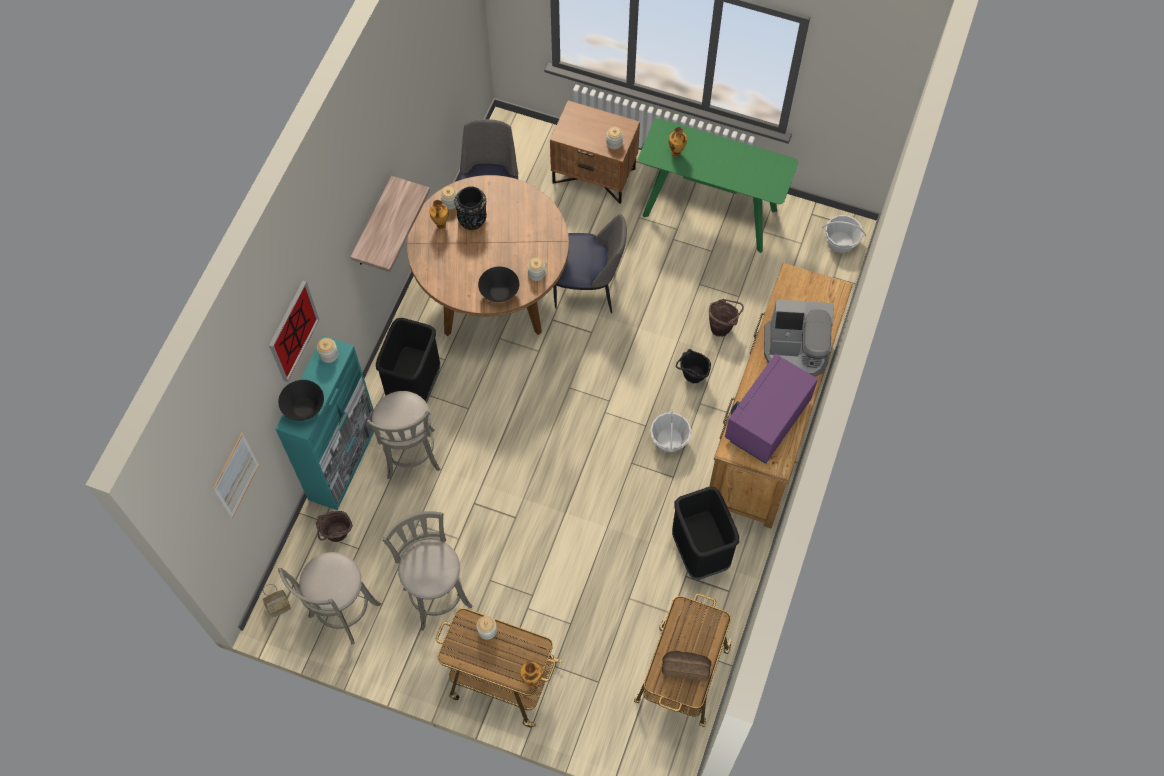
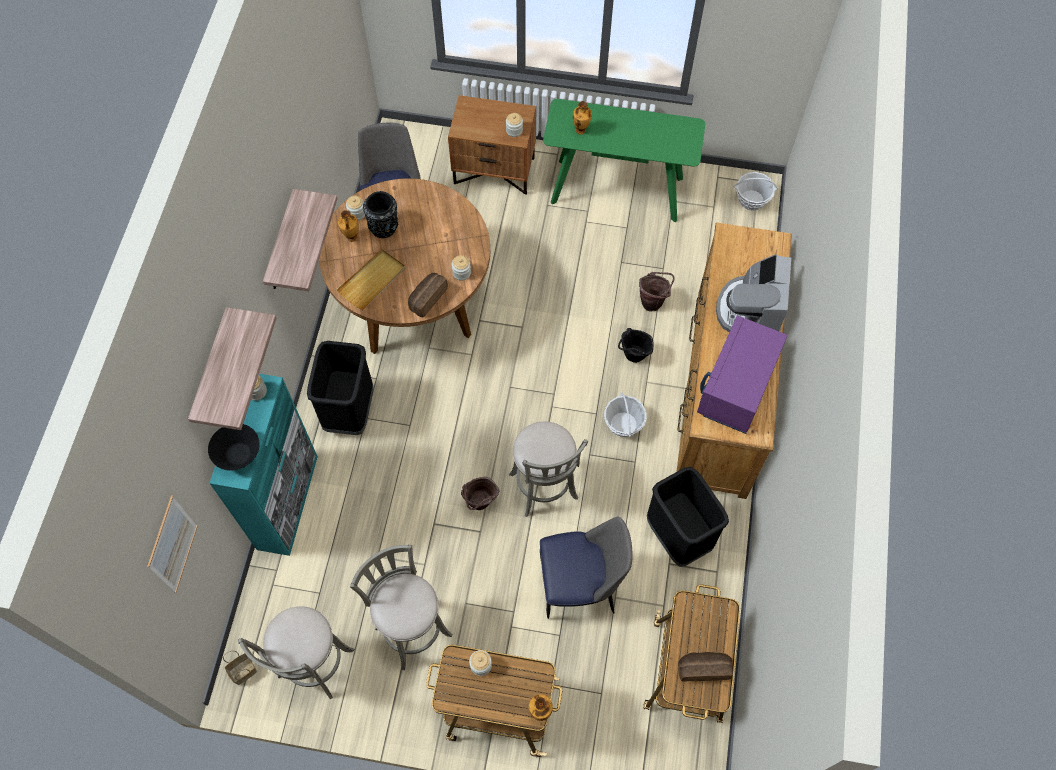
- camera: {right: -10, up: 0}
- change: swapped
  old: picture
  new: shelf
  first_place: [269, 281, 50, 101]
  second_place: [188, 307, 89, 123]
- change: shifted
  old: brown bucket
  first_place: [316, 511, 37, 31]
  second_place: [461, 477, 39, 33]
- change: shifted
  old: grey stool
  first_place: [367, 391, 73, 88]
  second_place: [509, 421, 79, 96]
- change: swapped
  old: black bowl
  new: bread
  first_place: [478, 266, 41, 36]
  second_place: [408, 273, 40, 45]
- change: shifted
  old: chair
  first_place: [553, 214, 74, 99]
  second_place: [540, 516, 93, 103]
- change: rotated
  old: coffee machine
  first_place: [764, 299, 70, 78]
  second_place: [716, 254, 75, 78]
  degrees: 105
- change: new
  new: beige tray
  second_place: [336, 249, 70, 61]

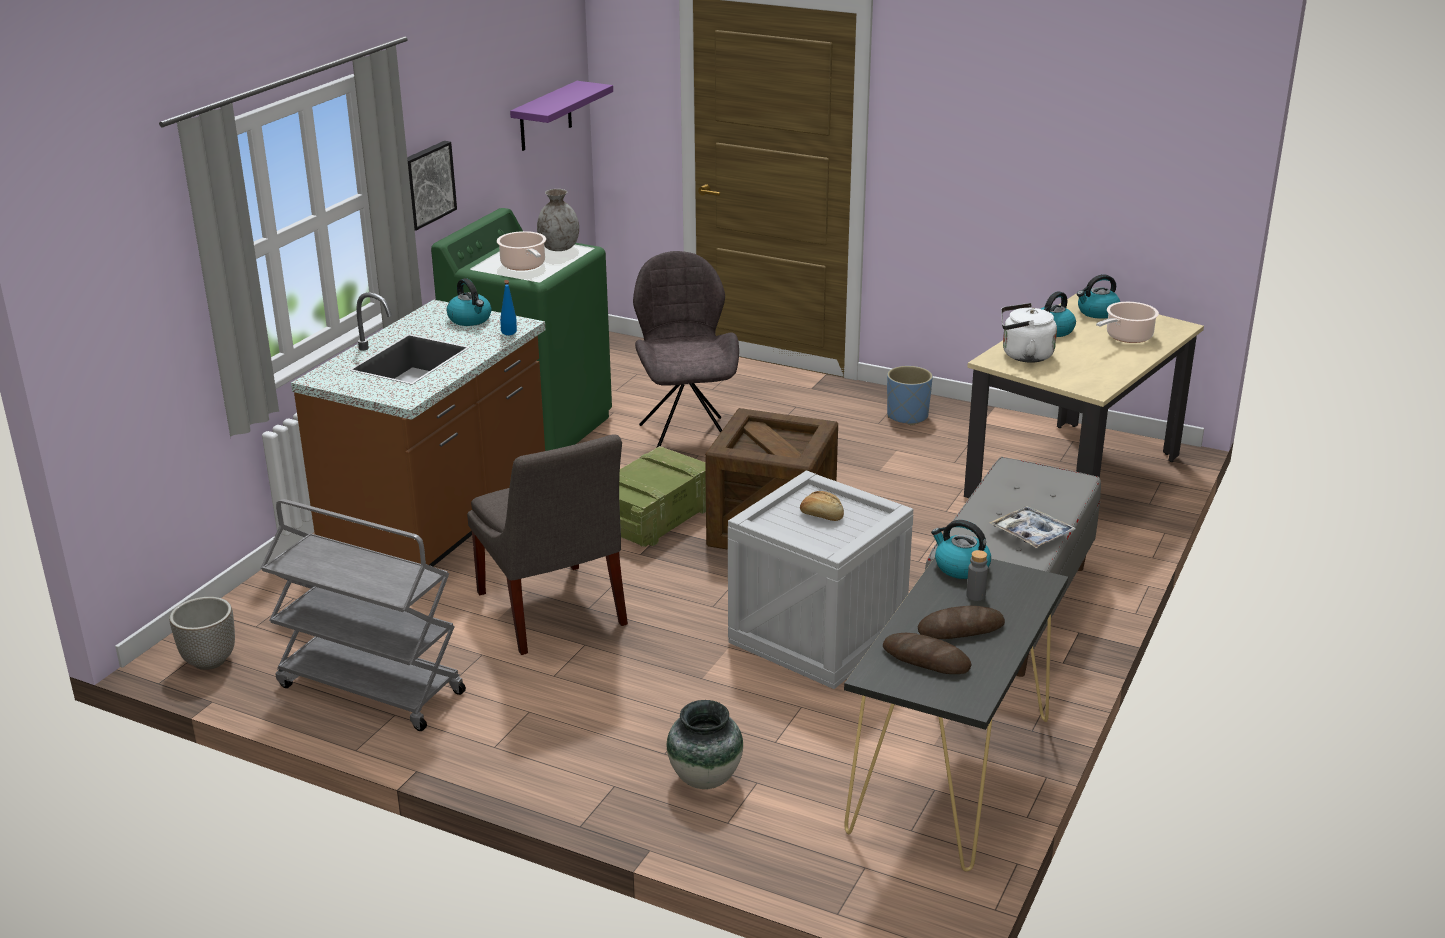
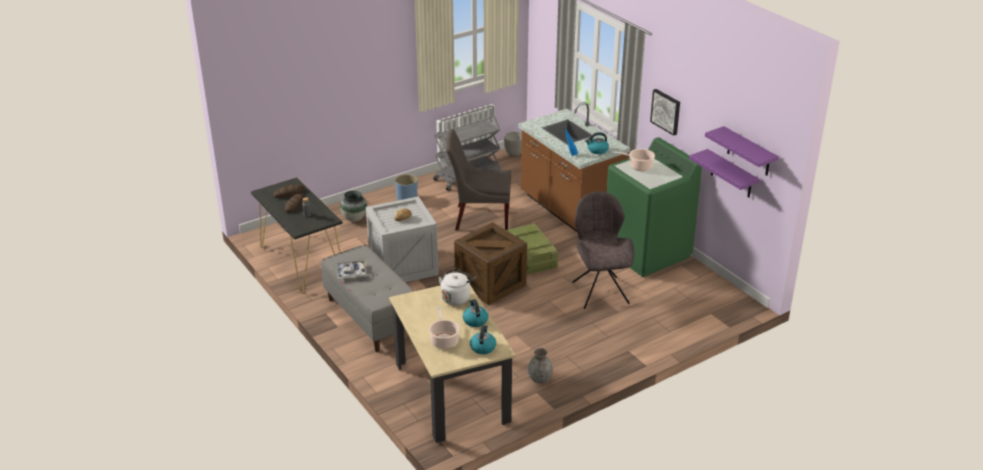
- camera: {right: 120, up: 5}
- change: shifted
  old: grey vase
  first_place: [537, 189, 42, 62]
  second_place: [528, 348, 25, 35]
- change: rotated
  old: grey chair
  first_place: [633, 251, 106, 196]
  second_place: [572, 192, 62, 117]
  degrees: -120
- change: shifted
  old: blue planter
  first_place: [887, 366, 46, 59]
  second_place: [395, 174, 22, 27]
- change: gone
  old: kettle
  first_place: [931, 520, 60, 59]
- change: new
  new: purple shelf
  second_place: [689, 149, 71, 49]

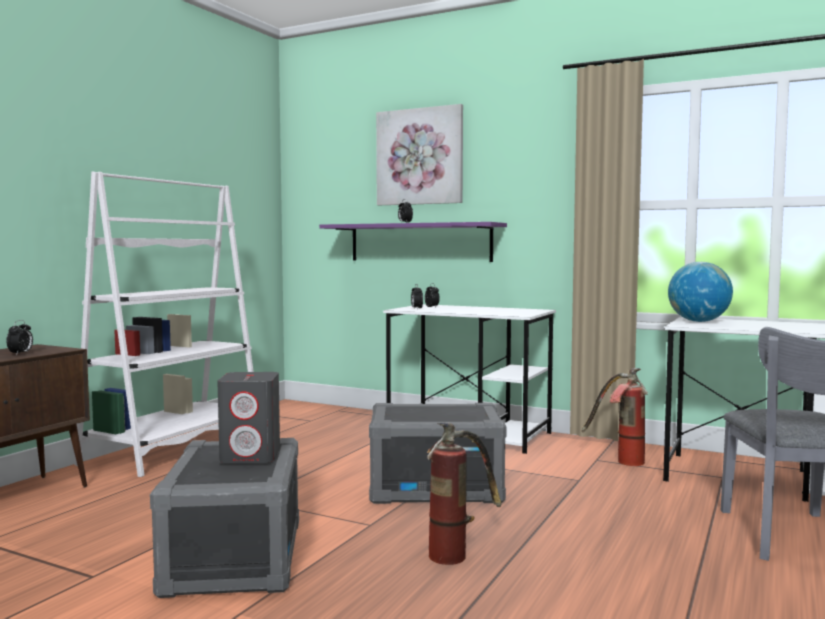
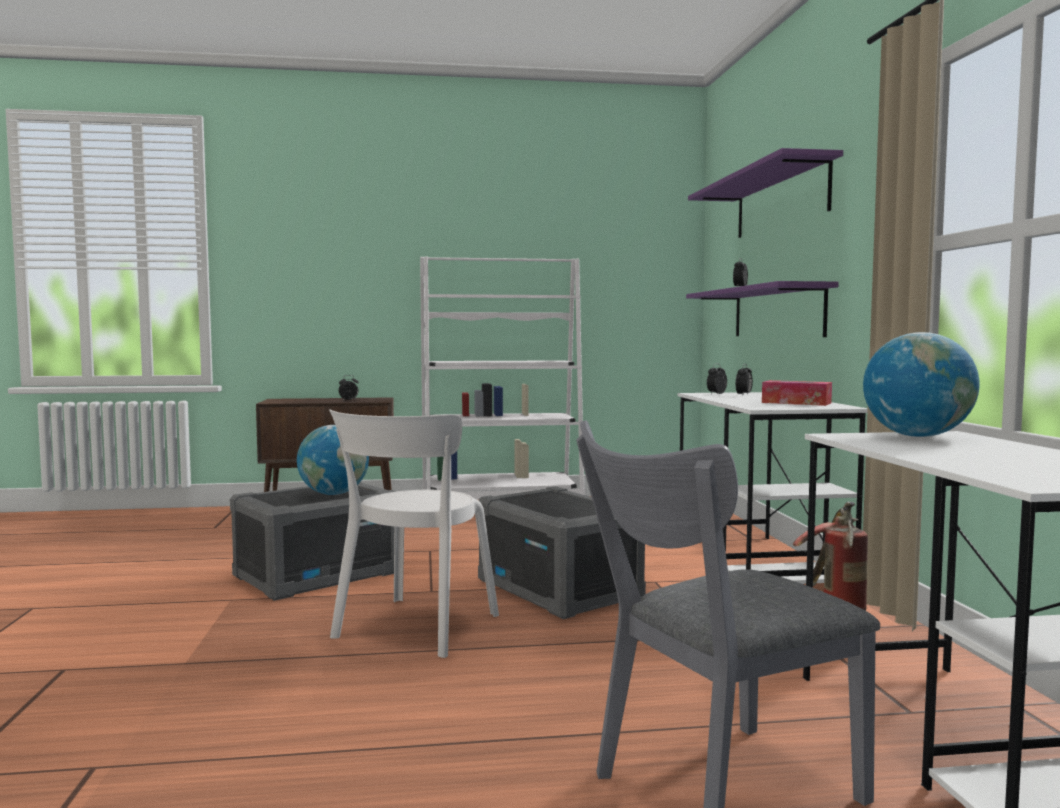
- camera: {right: 55, up: 0}
- change: swapped
  old: grey speaker
  new: globe
  first_place: [217, 372, 63, 91]
  second_place: [297, 425, 72, 70]
- change: swapped
  old: picture
  new: purple shelf
  first_place: [376, 104, 87, 101]
  second_place: [688, 148, 155, 90]
- change: swapped
  old: fire extinguisher
  new: white chair
  first_place: [427, 422, 75, 143]
  second_place: [329, 409, 170, 249]
- change: new
  new: tissue box
  second_place: [762, 380, 70, 26]

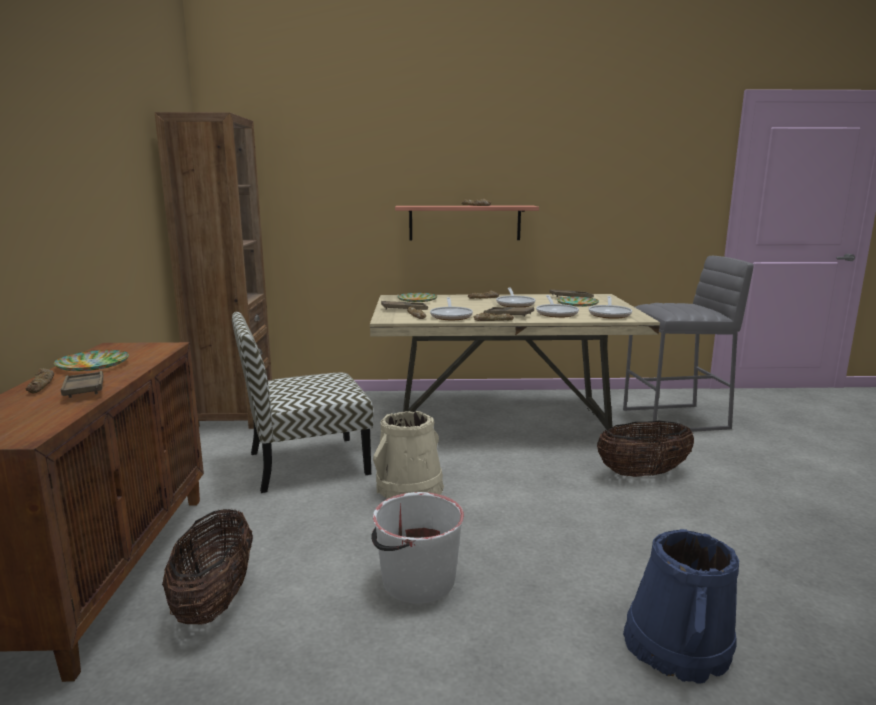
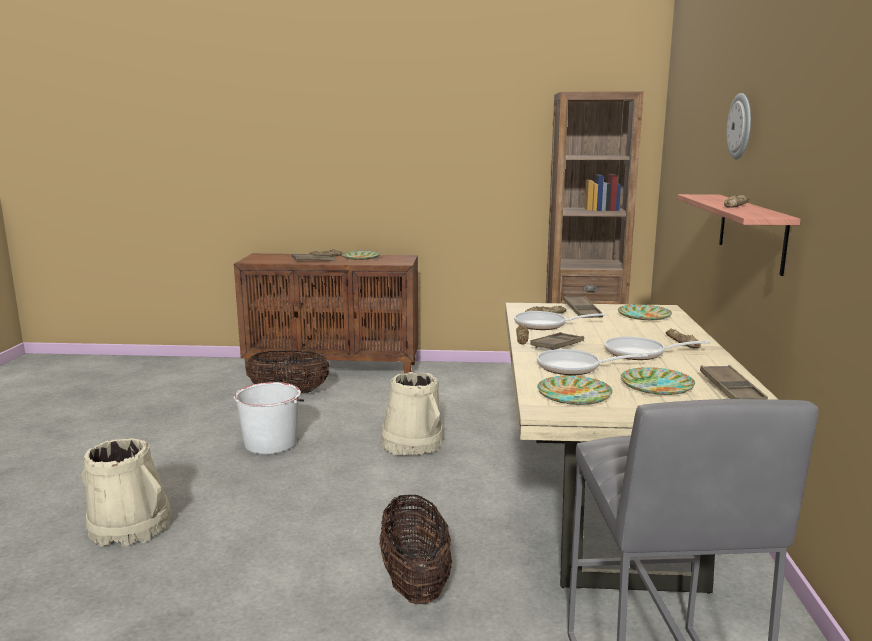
- camera: {right: 95, up: 0}
- change: gone
  old: chair
  first_place: [232, 312, 141, 181]
- change: swapped
  old: frying pan
  new: plate
  first_place: [589, 296, 43, 23]
  second_place: [537, 376, 76, 29]
- change: repainted
  old: blue bucket
  new: beige bucket
  first_place: [623, 529, 116, 155]
  second_place: [81, 438, 90, 109]
- change: new
  new: wall clock
  second_place: [727, 93, 24, 66]

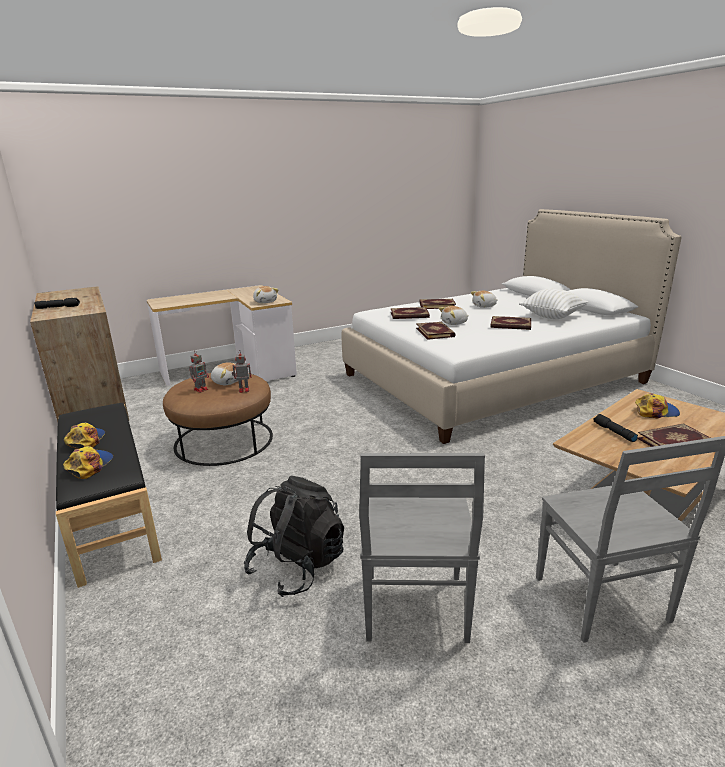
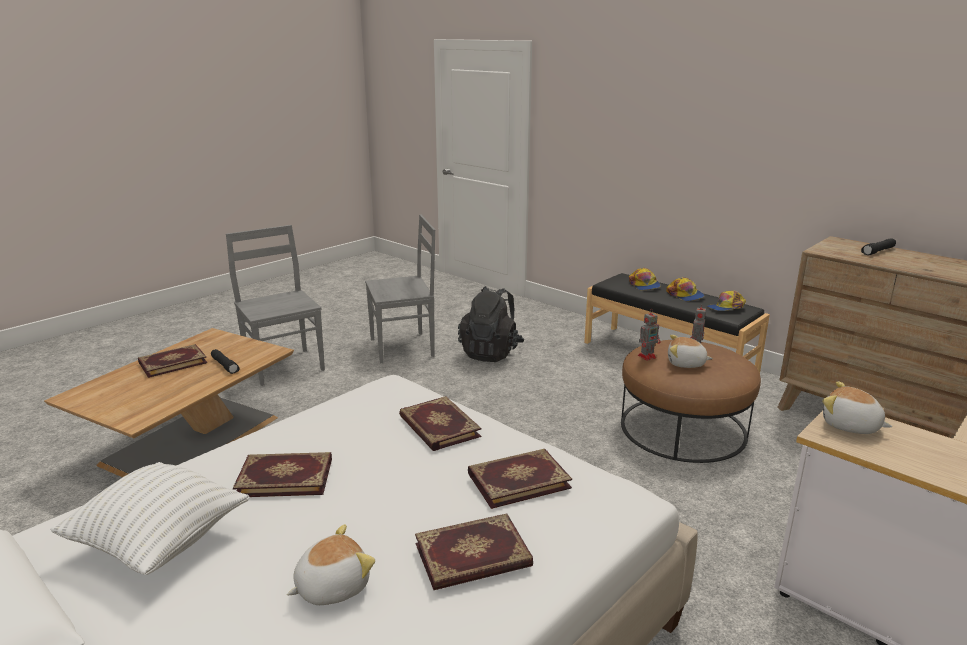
- camera: {right: 160, up: 0}
- change: rotated
  old: grey chair
  first_place: [359, 453, 126, 190]
  second_place: [365, 214, 70, 149]
  degrees: 90
- change: gone
  old: plush toy
  first_place: [439, 306, 29, 19]
- change: shifted
  old: cap
  first_place: [635, 393, 45, 25]
  second_place: [706, 291, 40, 20]

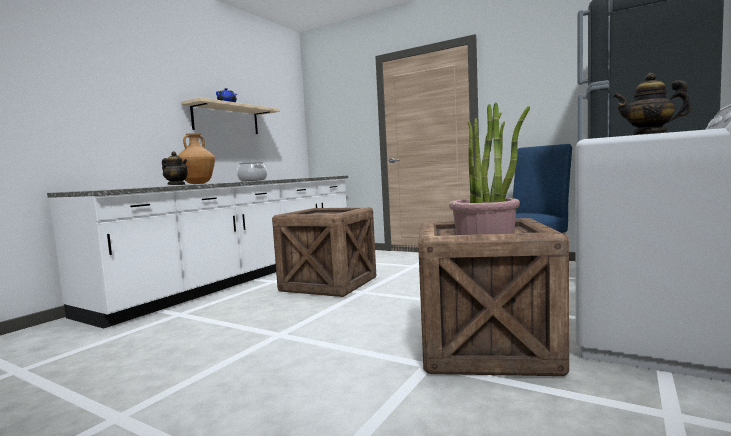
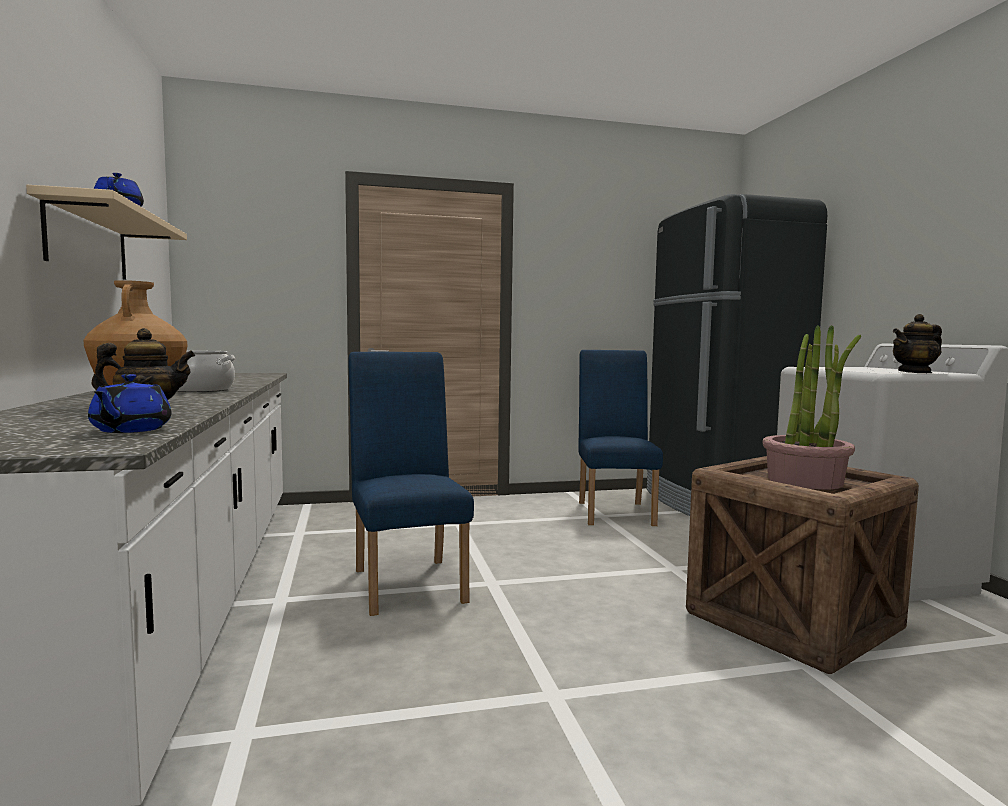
- camera: {right: -45, up: 0}
- change: swapped
  old: crate
  new: blue chair
  first_place: [272, 207, 104, 90]
  second_place: [348, 352, 126, 264]
- change: new
  new: blue teapot
  second_place: [88, 374, 83, 59]

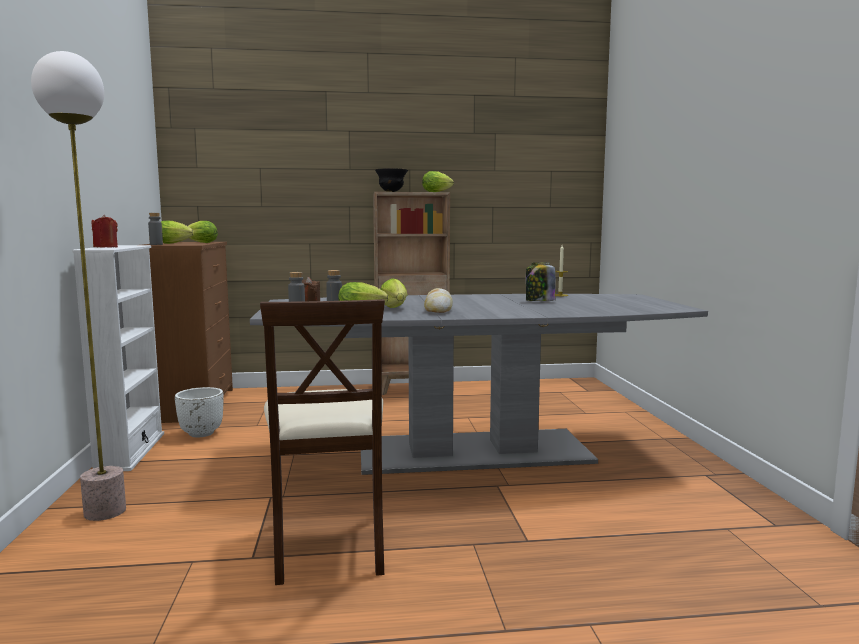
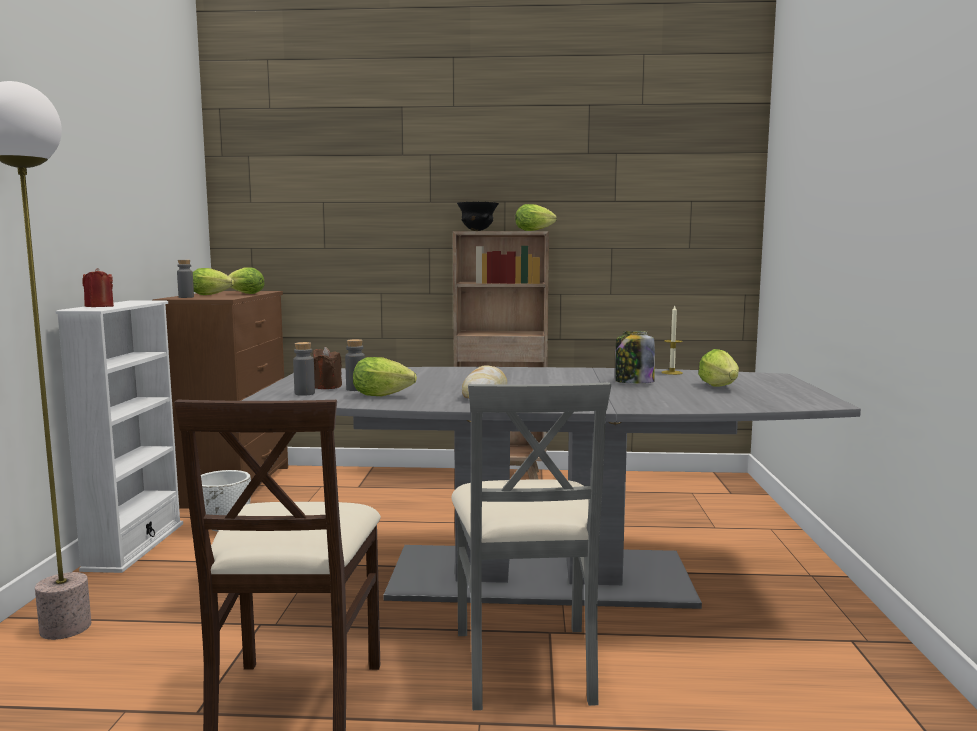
- camera: {right: 10, up: 0}
- change: shifted
  old: lettuce
  first_place: [380, 278, 27, 30]
  second_place: [698, 349, 41, 38]
- change: new
  new: grey chair
  second_place: [451, 382, 160, 328]

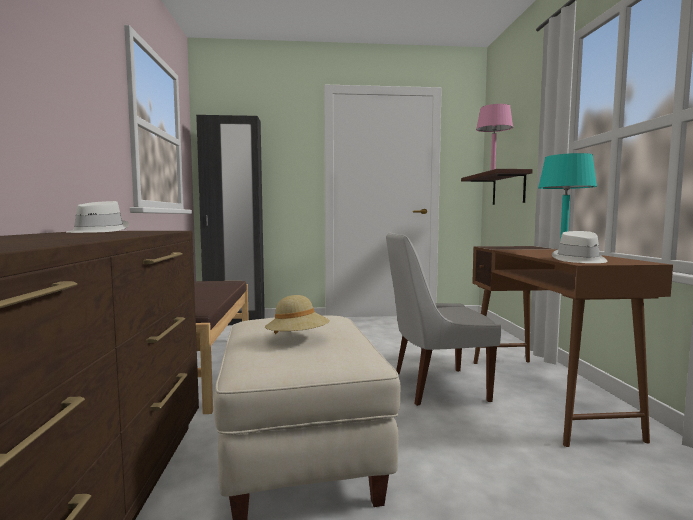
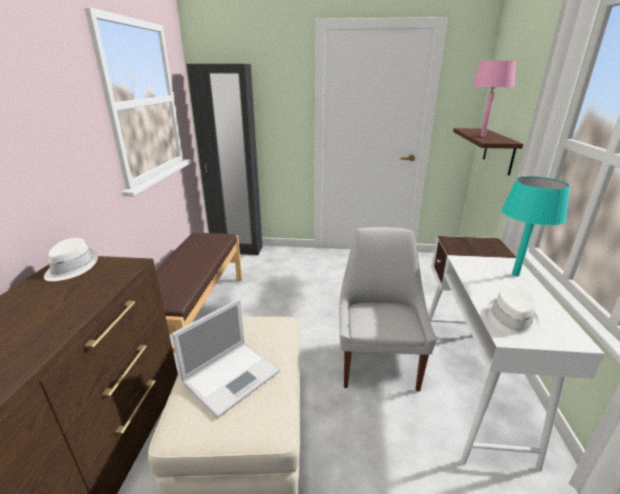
- camera: {right: 10, up: 20}
- change: swapped
  old: beige hat
  new: laptop
  first_place: [265, 295, 65, 39]
  second_place: [171, 299, 110, 119]
- change: rotated
  old: white chair
  first_place: [386, 233, 115, 173]
  second_place: [339, 227, 98, 164]
  degrees: 90
- change: repainted
  old: brown desk
  new: white desk
  first_place: [472, 246, 201, 201]
  second_place: [428, 236, 177, 235]

